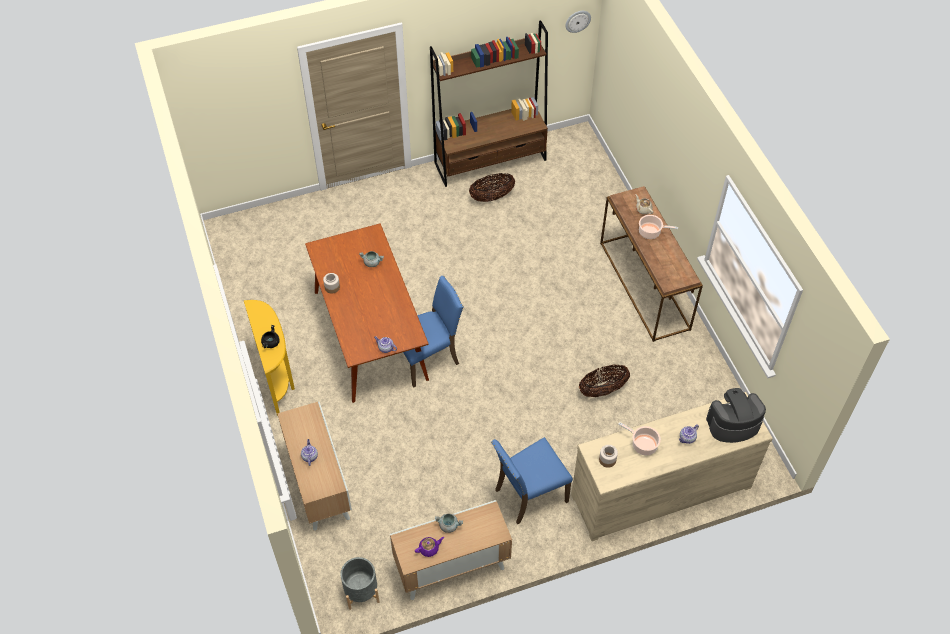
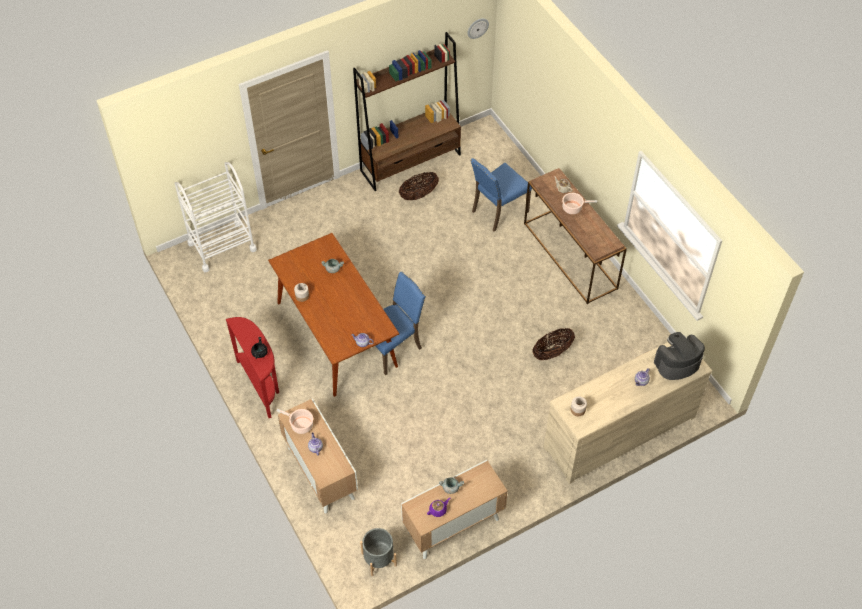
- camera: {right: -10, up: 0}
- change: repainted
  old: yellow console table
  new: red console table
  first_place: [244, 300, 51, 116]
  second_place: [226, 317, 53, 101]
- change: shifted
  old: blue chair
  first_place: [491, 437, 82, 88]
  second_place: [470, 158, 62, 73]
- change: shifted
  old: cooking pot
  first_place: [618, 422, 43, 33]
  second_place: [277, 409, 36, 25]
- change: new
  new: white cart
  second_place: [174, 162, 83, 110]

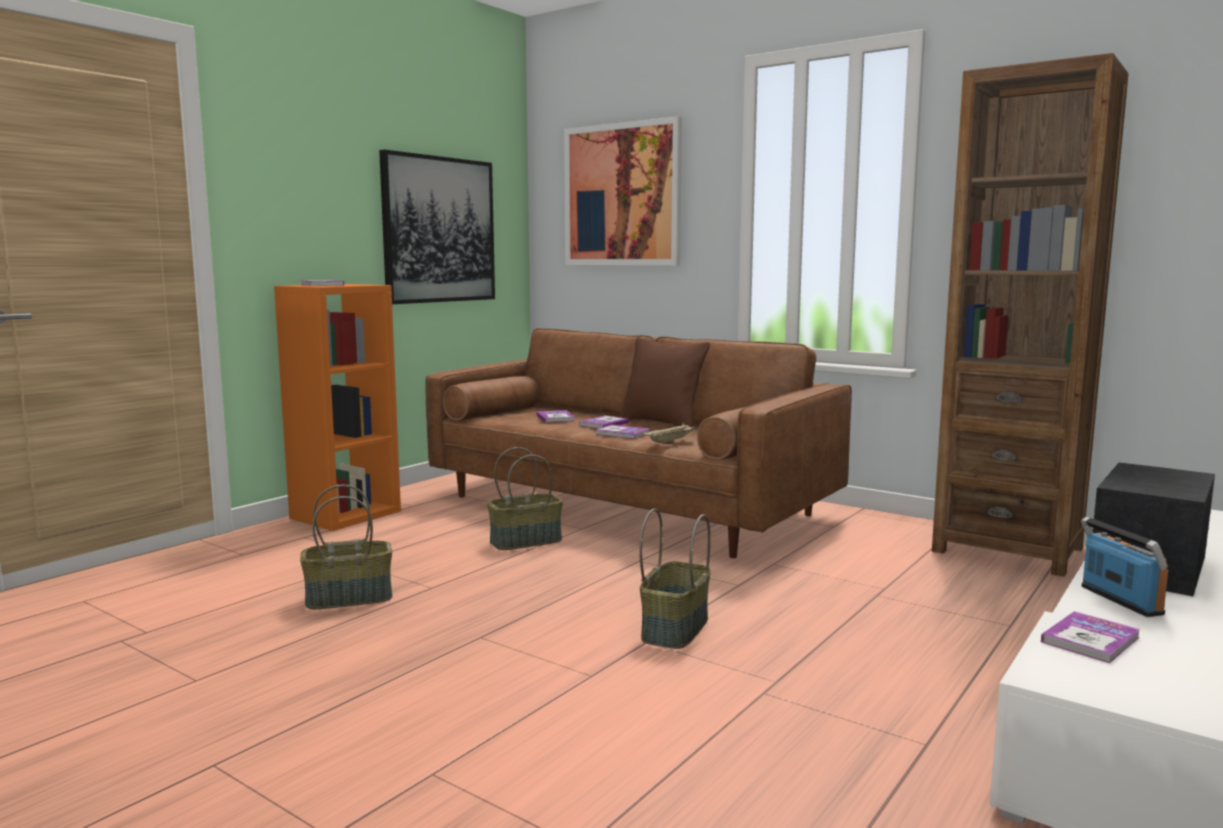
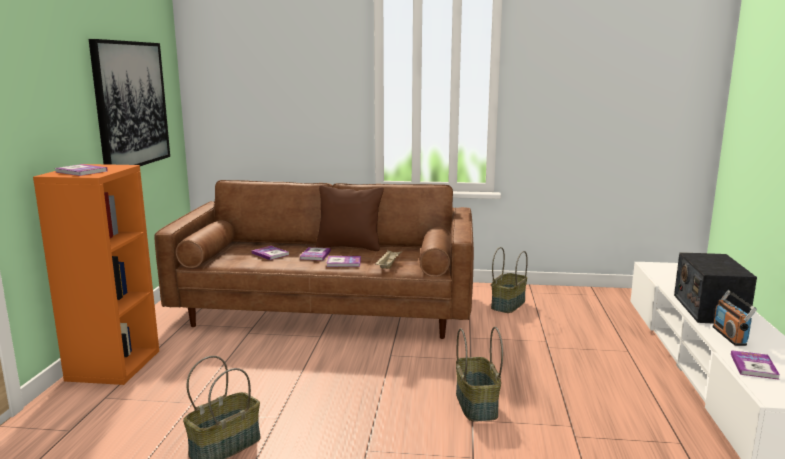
- camera: {right: -30, up: 5}
- change: shifted
  old: basket
  first_place: [487, 447, 76, 103]
  second_place: [491, 247, 37, 66]
- change: gone
  old: picture
  first_place: [564, 116, 118, 149]
- change: gone
  old: brown bookcase
  first_place: [932, 53, 196, 524]
- change: rotated
  old: radio
  first_place: [1081, 517, 87, 100]
  second_place: [713, 290, 44, 56]
  degrees: -135

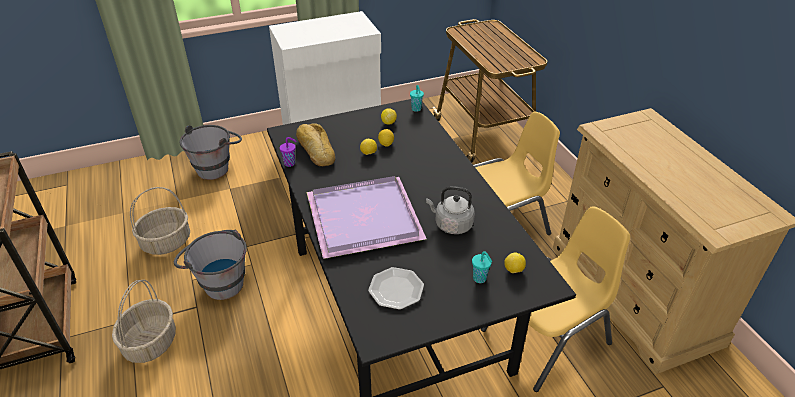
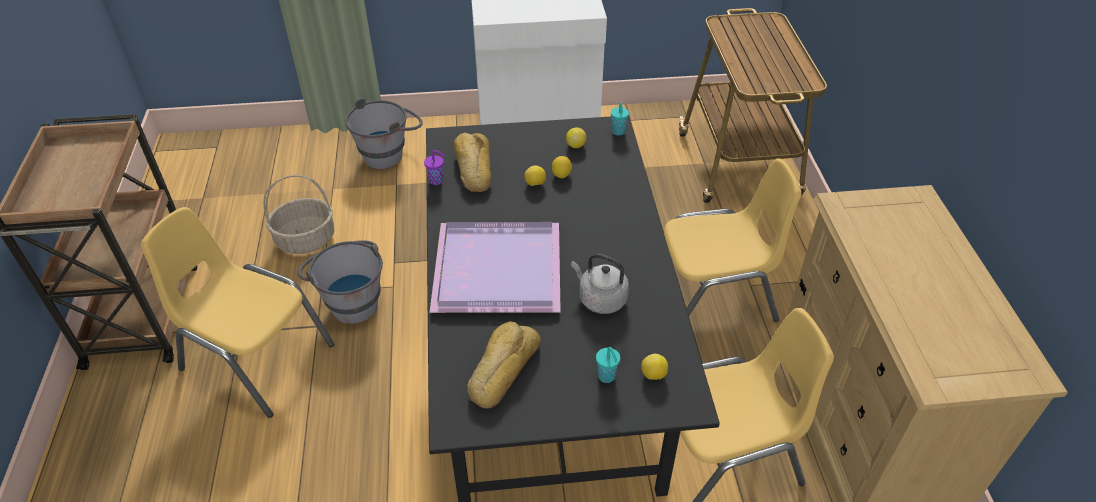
- camera: {right: 15, up: 5}
- change: swapped
  old: basket
  new: yellow chair
  first_place: [112, 280, 64, 83]
  second_place: [141, 207, 194, 211]
- change: swapped
  old: plate
  new: bread
  first_place: [368, 267, 56, 43]
  second_place: [467, 321, 74, 87]

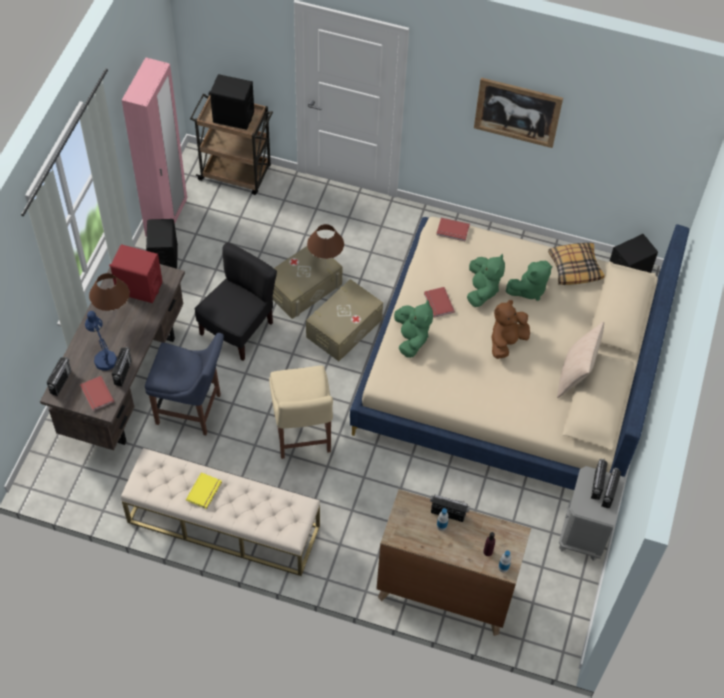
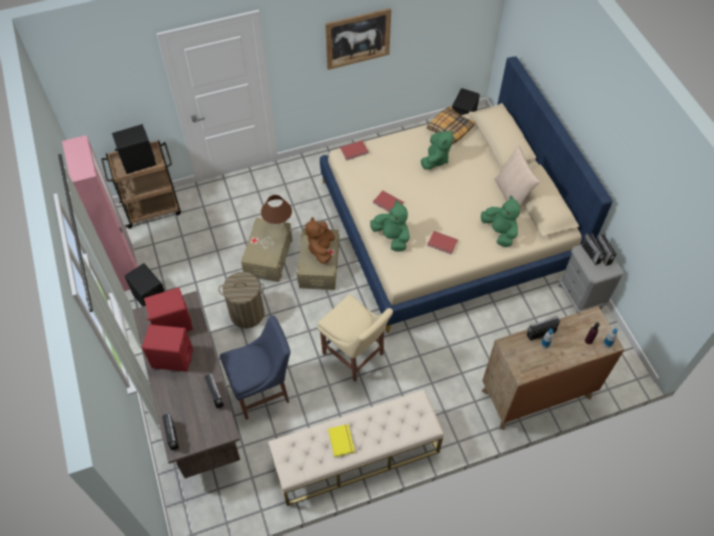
- camera: {right: -35, up: 0}
- change: shifted
  old: red book
  first_place: [80, 376, 34, 35]
  second_place: [427, 231, 31, 24]
- change: gone
  old: blue table lamp
  first_place: [85, 311, 32, 60]
- change: swapped
  old: brown table lamp
  new: red speaker
  first_place: [89, 273, 41, 45]
  second_place: [141, 324, 52, 48]
- change: swapped
  old: black chair
  new: laundry basket
  first_place: [195, 242, 82, 119]
  second_place: [219, 272, 46, 56]
- change: shifted
  old: green plush toy
  first_place: [467, 254, 38, 53]
  second_place: [481, 196, 39, 51]
- change: shifted
  old: brown plush toy
  first_place: [491, 300, 39, 59]
  second_place: [305, 217, 30, 47]

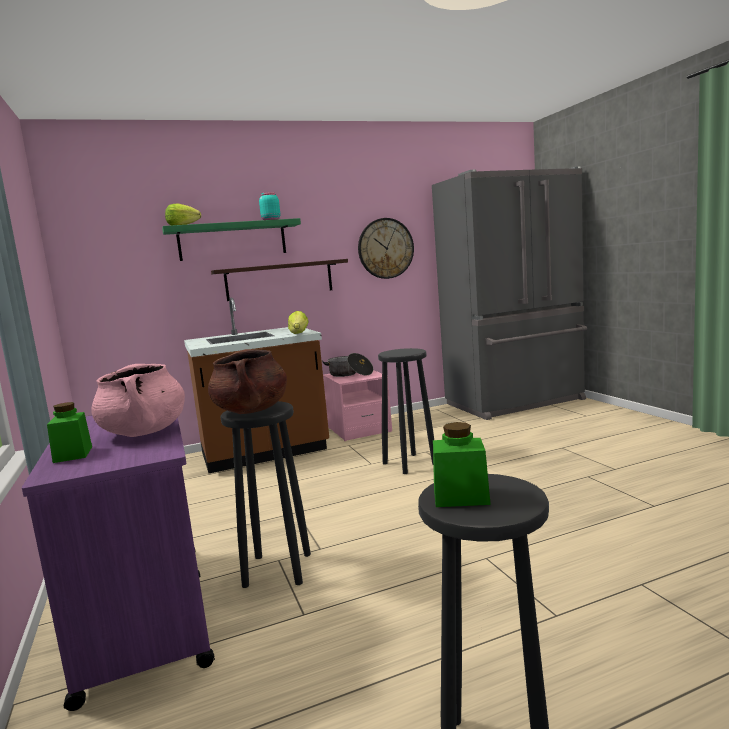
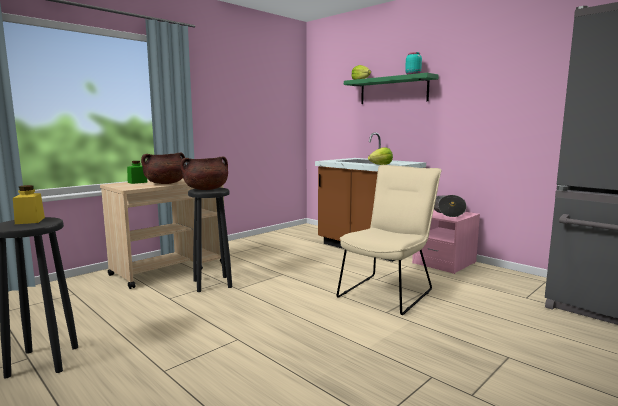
- camera: {right: 65, up: 0}
- change: repainted
  old: purple cart
  new: beige cart
  first_place: [22, 415, 193, 296]
  second_place: [100, 178, 124, 111]
- change: repainted
  old: pink cooking pot
  new: brown cooking pot
  first_place: [91, 364, 94, 73]
  second_place: [141, 152, 45, 32]
- change: gone
  old: shelf
  first_place: [211, 259, 137, 42]
- change: gone
  old: wall clock
  first_place: [358, 218, 56, 61]
- change: swapped
  old: black stool
  new: beige chair
  first_place: [378, 348, 56, 126]
  second_place: [337, 165, 104, 150]
- change: repainted
  old: green jar
  new: yellow jar
  first_place: [433, 422, 58, 85]
  second_place: [13, 185, 32, 39]

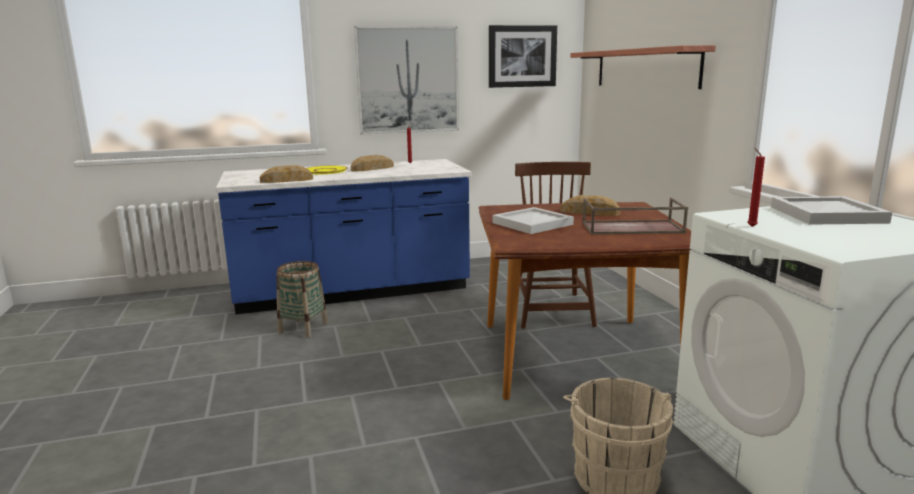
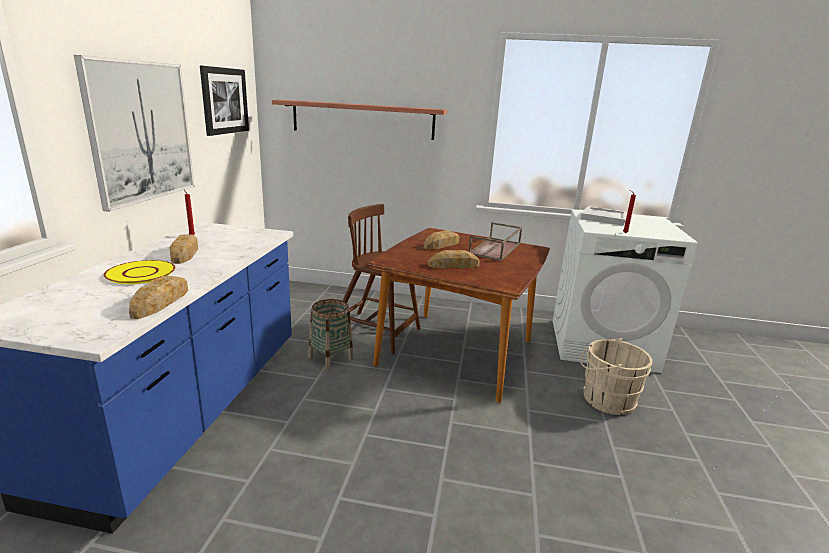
- camera: {right: -65, up: 5}
- change: shifted
  old: basket
  first_place: [277, 261, 51, 76]
  second_place: [308, 299, 45, 72]
- change: swapped
  old: white tray
  new: bread
  first_place: [492, 207, 82, 27]
  second_place: [428, 250, 52, 18]

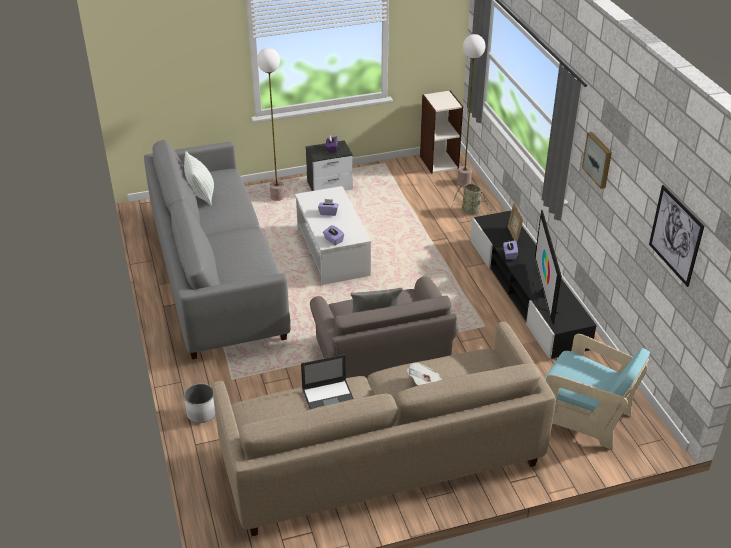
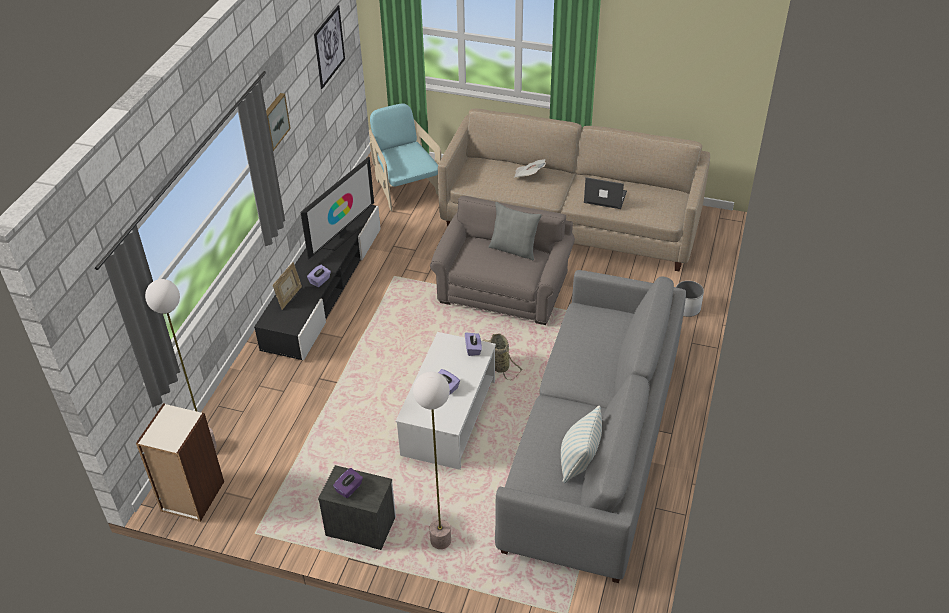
- camera: {right: -145, up: 5}
- change: shifted
  old: basket
  first_place: [452, 184, 43, 31]
  second_place: [483, 334, 39, 46]

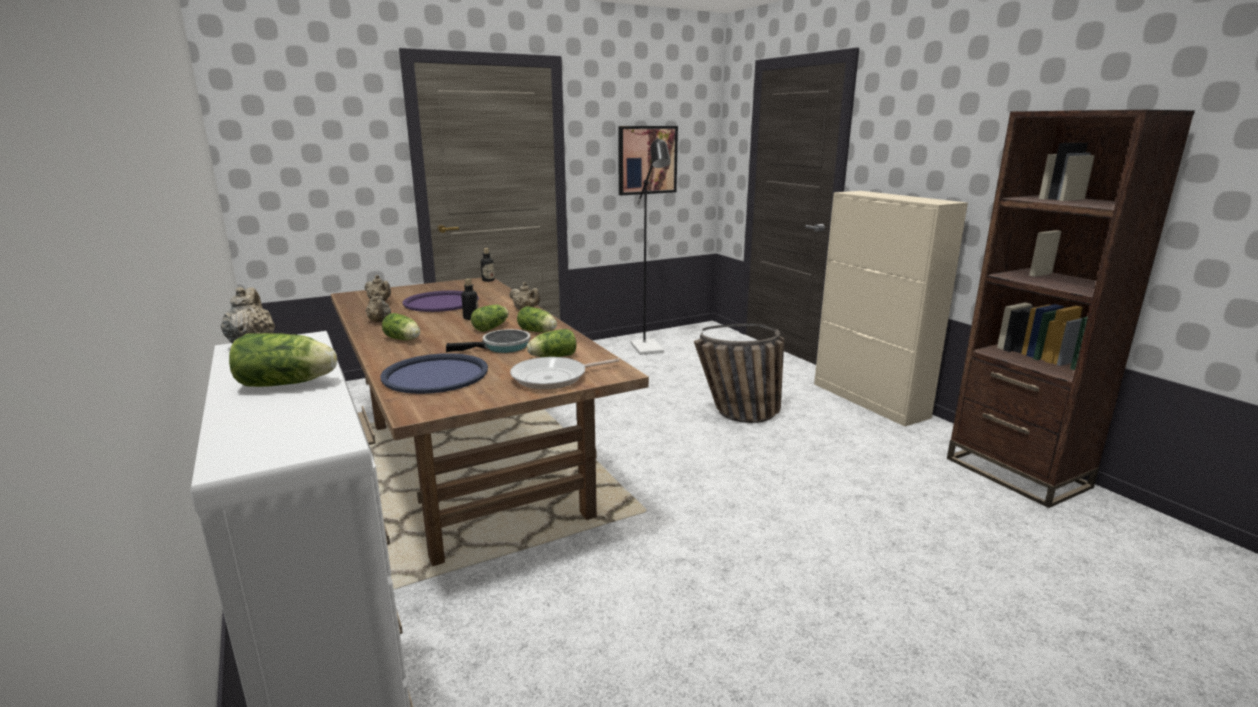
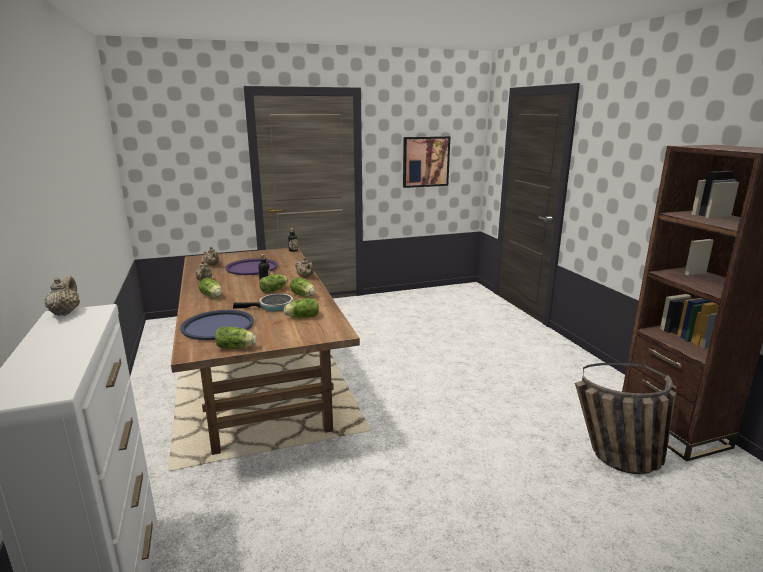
- camera: {right: 10, up: 0}
- change: shifted
  old: lettuce
  first_place: [229, 333, 108, 54]
  second_place: [215, 327, 41, 22]
- change: gone
  old: frying pan
  first_place: [510, 357, 110, 33]
- change: gone
  old: black floor lamp
  first_place: [630, 137, 41, 218]
- change: shifted
  old: basket
  first_place: [694, 324, 90, 99]
  second_place: [575, 362, 102, 112]
- change: gone
  old: beige cabinet
  first_place: [814, 191, 154, 236]

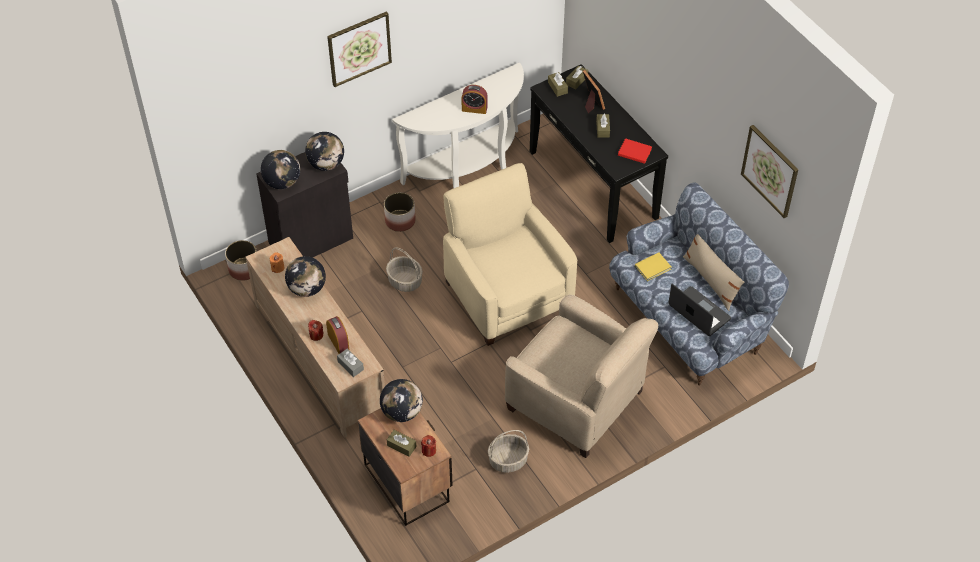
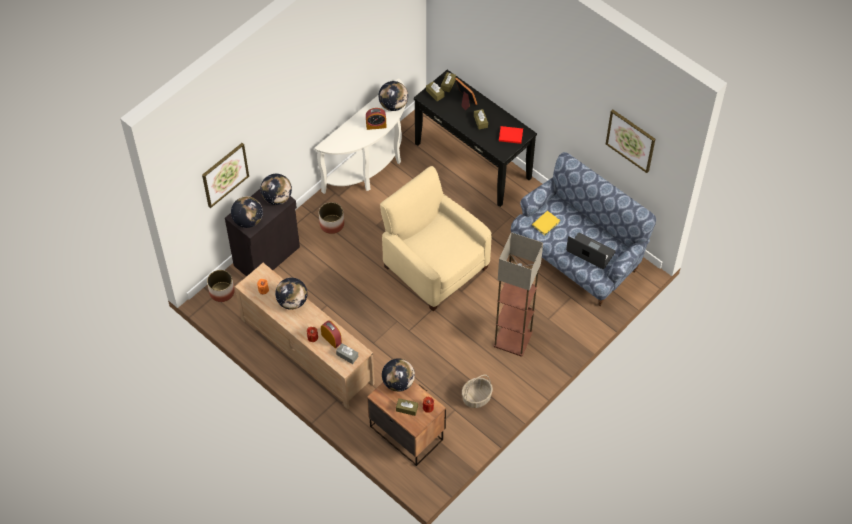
- camera: {right: -15, up: 5}
- change: shifted
  old: picture
  first_place: [327, 12, 65, 75]
  second_place: [202, 143, 47, 65]
- change: gone
  old: basket
  first_place: [386, 247, 37, 45]
- change: swapped
  old: beige armchair
  new: floor lamp
  first_place: [505, 294, 153, 164]
  second_place: [493, 232, 50, 125]
- change: gone
  old: beige pillow
  first_place: [683, 234, 62, 77]
- change: new
  new: globe
  second_place: [378, 81, 30, 30]

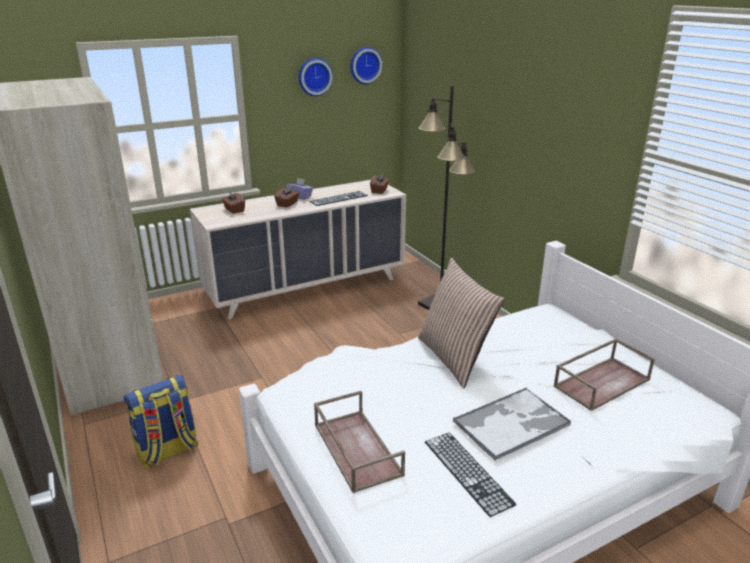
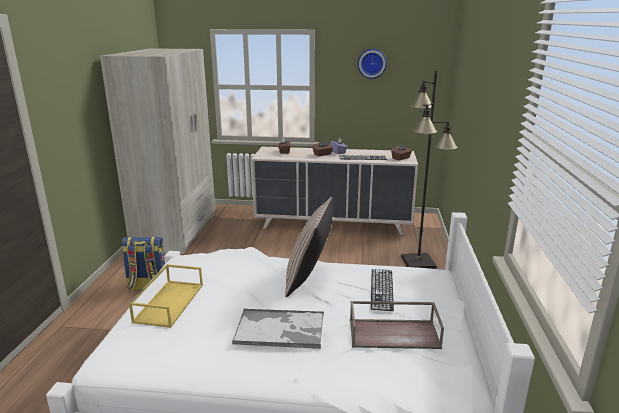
- camera: {right: 35, up: -5}
- change: repainted
  old: brown tray
  new: yellow tray
  first_place: [314, 391, 91, 103]
  second_place: [129, 264, 74, 64]
- change: gone
  old: wall clock
  first_place: [350, 47, 32, 37]
- change: shifted
  old: keyboard
  first_place: [425, 433, 92, 84]
  second_place: [371, 269, 23, 42]

